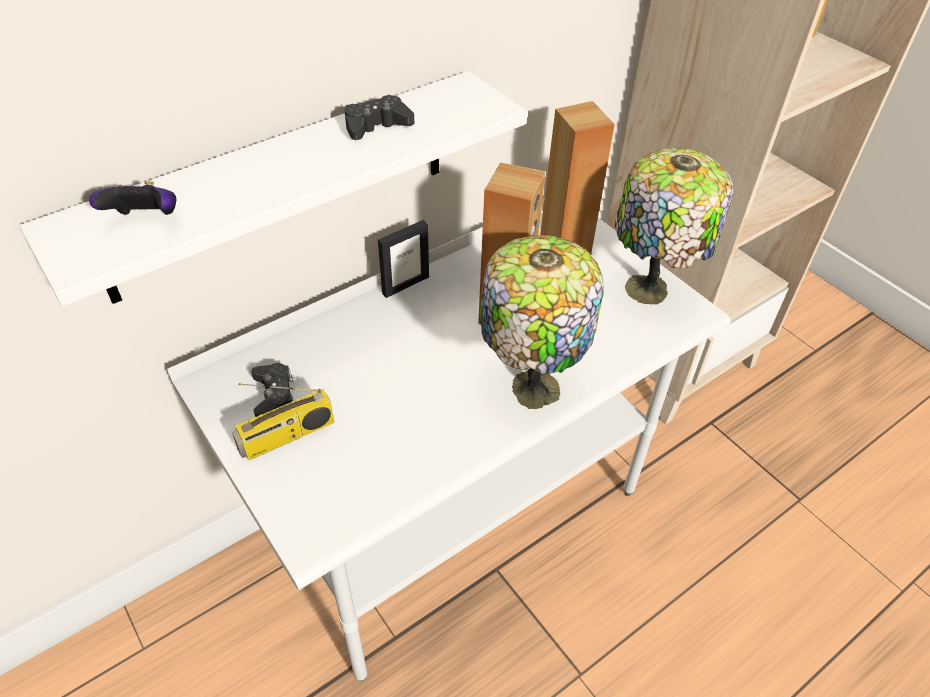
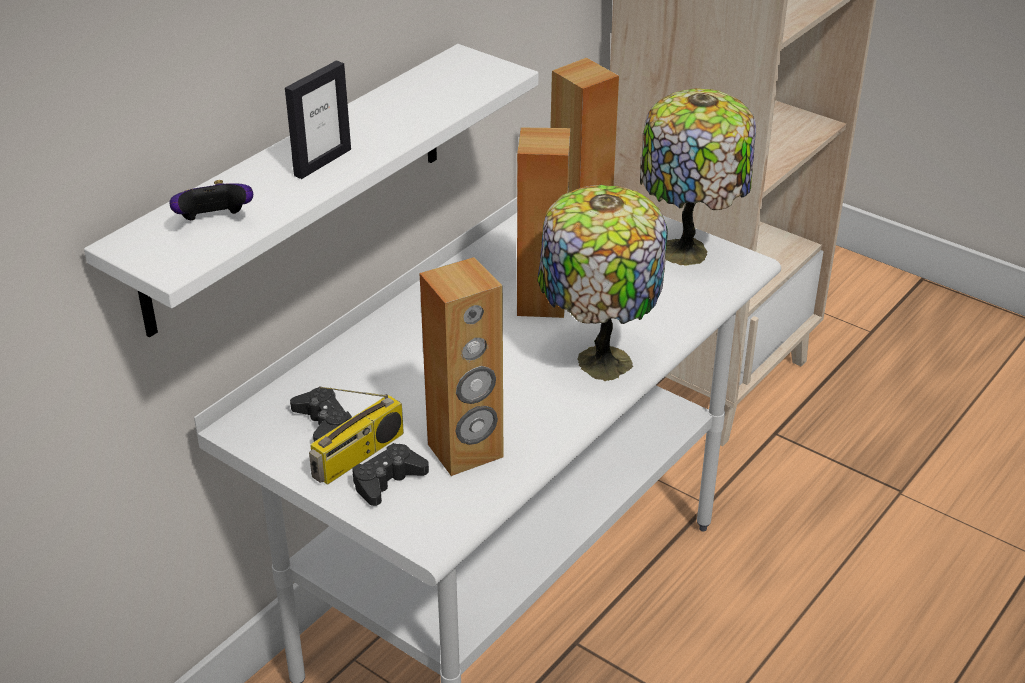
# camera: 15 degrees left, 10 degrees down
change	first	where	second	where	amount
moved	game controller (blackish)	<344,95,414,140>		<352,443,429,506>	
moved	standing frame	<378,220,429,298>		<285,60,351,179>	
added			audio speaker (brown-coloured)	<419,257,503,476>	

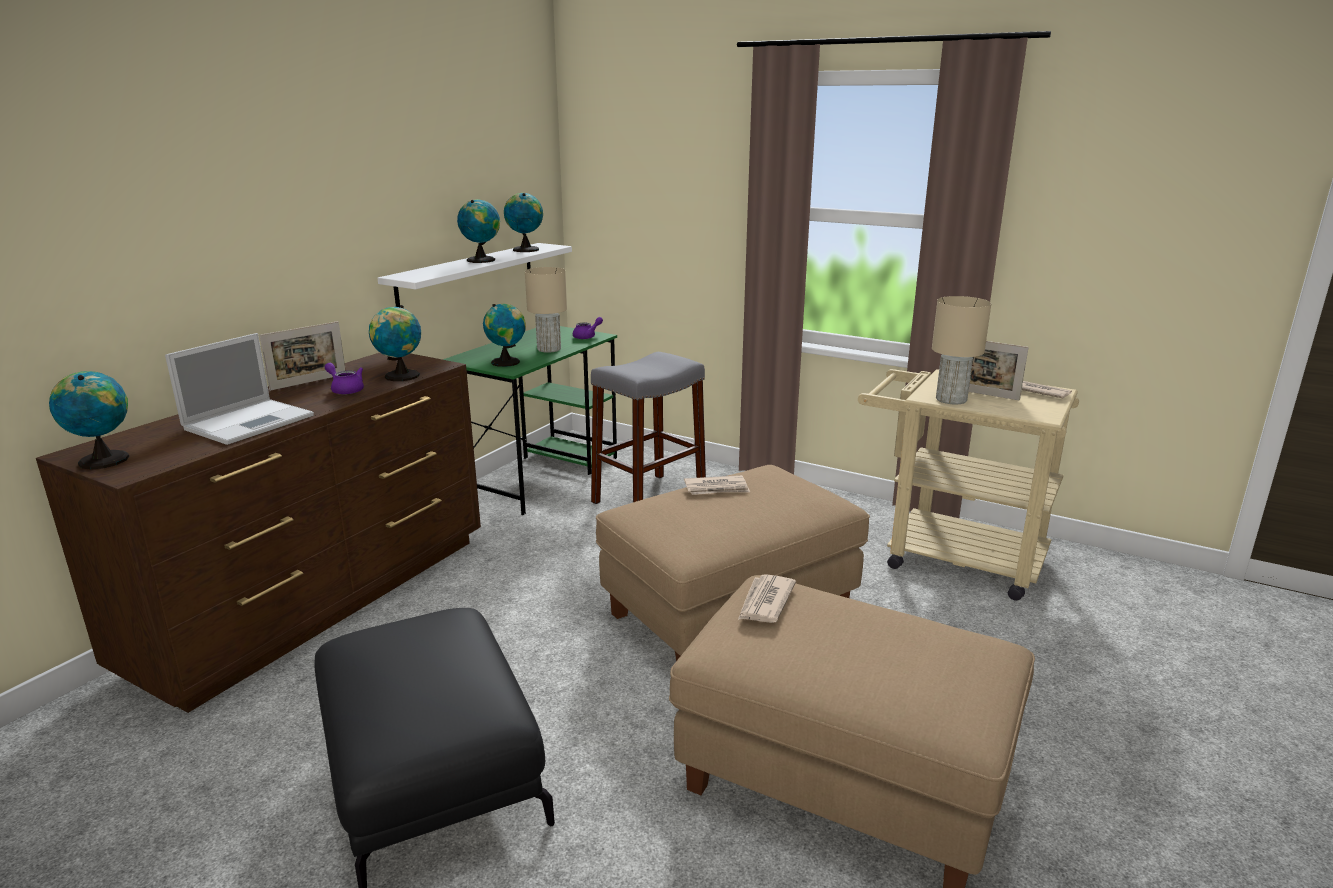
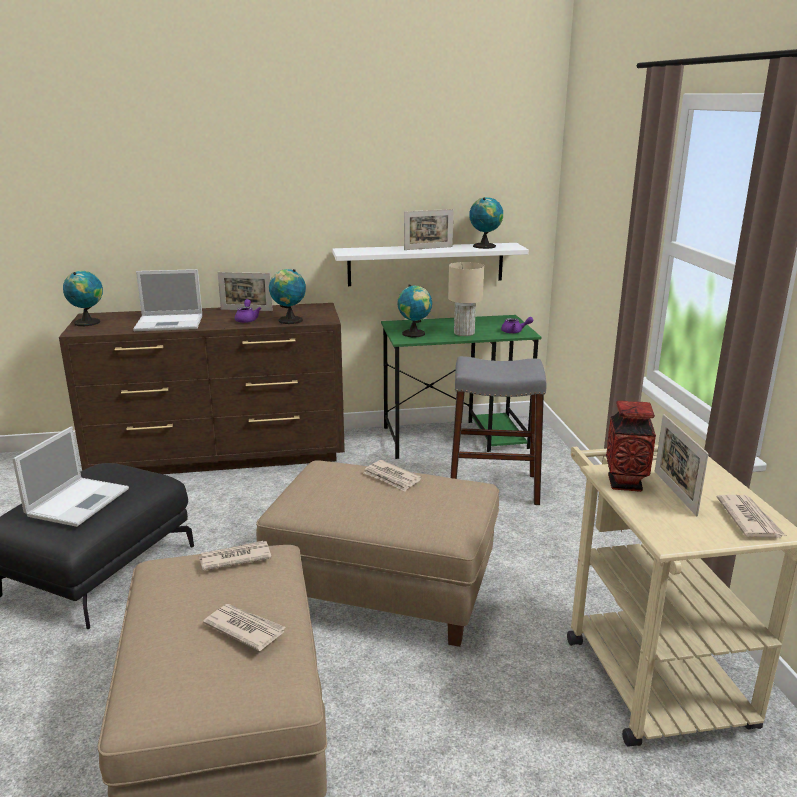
# camera: 50 degrees right, 0 degrees up
change	first	where	second	where	amount
replaced	desk globe	<457,199,500,263>	standing frame	<404,209,454,250>	
replaced	lamp for a table (beige)	<932,296,991,404>	vase	<606,401,656,492>	
added			portable computer	<12,426,129,527>	
added			newspaper	<203,604,286,651>	

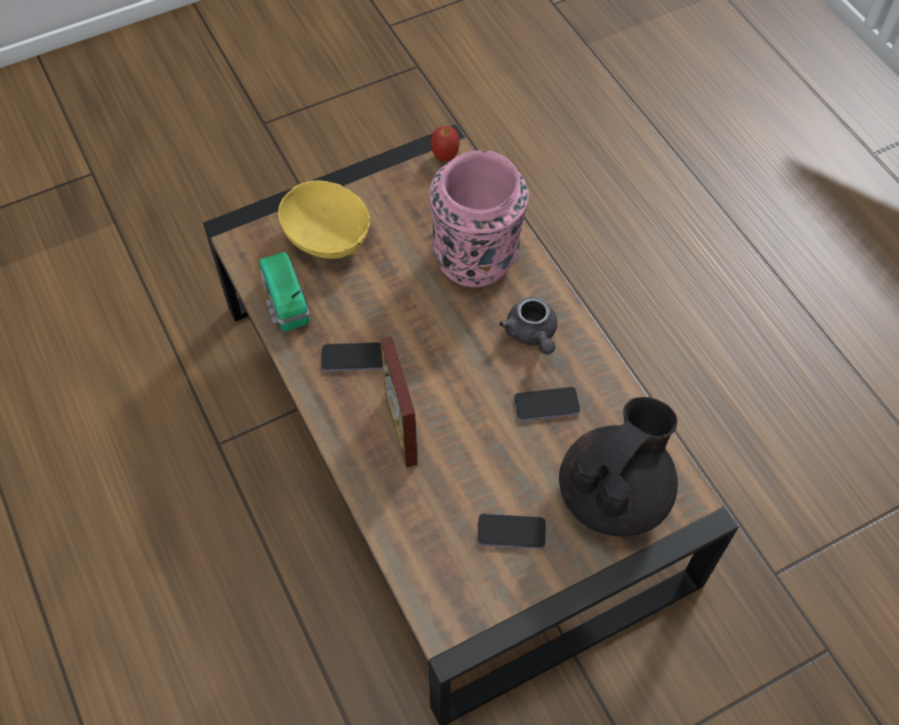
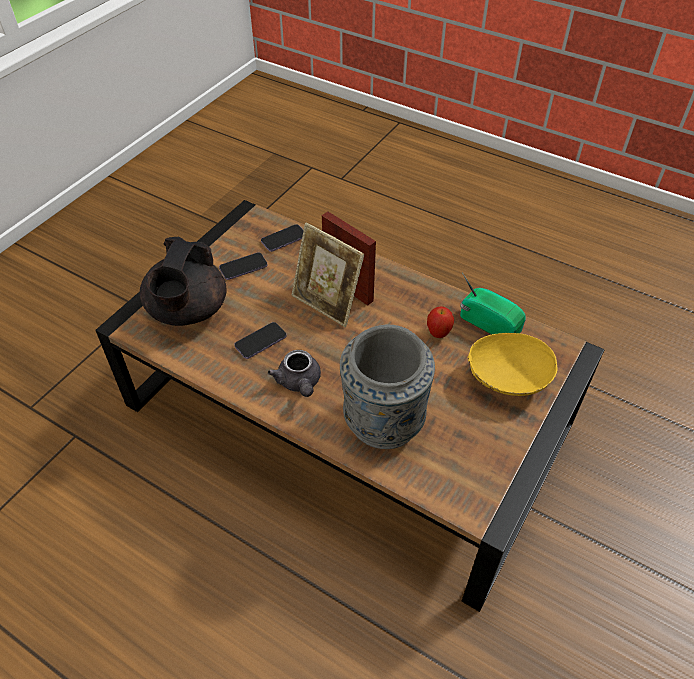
# camera: 150 degrees right, 10 degrees down
change	first	where	second	where	amount
moved	phone	<321,342,383,371>		<261,224,304,252>	
recoloured	vase (pink)	<429,150,529,287>	vase (greyish)	<340,325,435,449>	
moved	apple fruit	<430,126,460,161>		<427,306,454,338>	
turned	pot for tea (greyish)	<499,296,557,355>		<268,350,321,397>	150 degrees counterclockwise
added			standing frame	<292,223,364,327>	

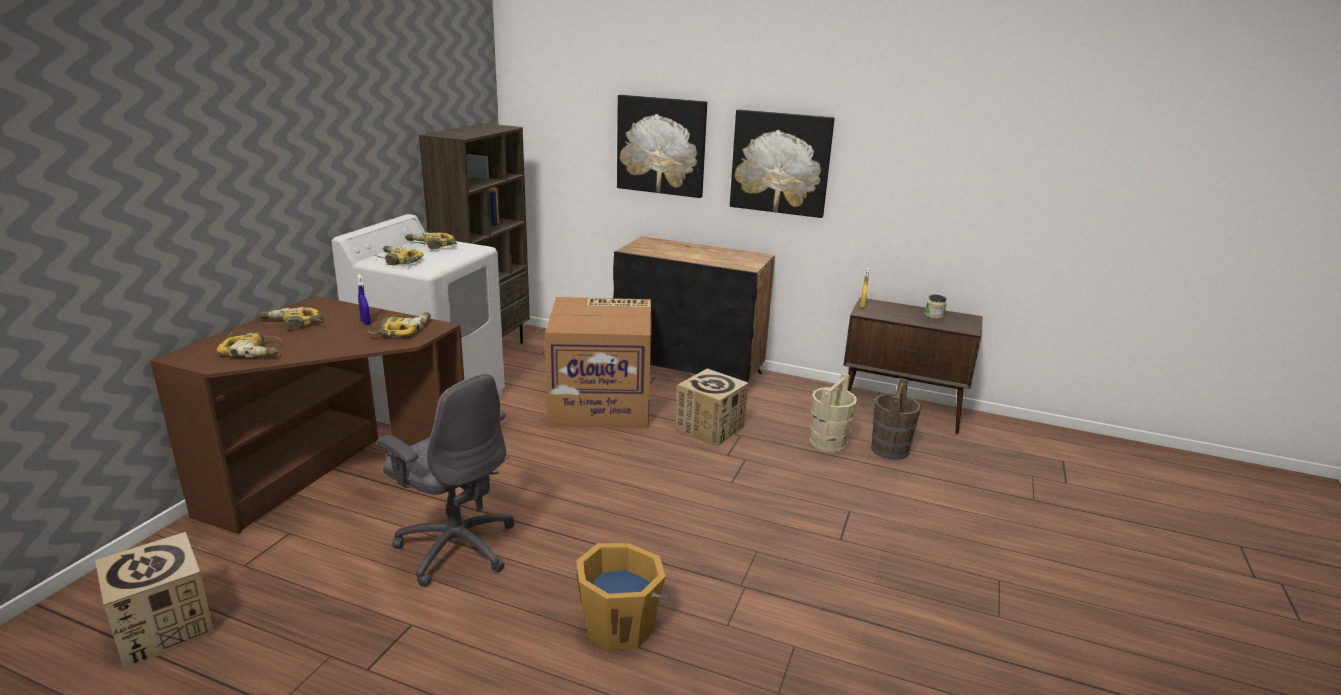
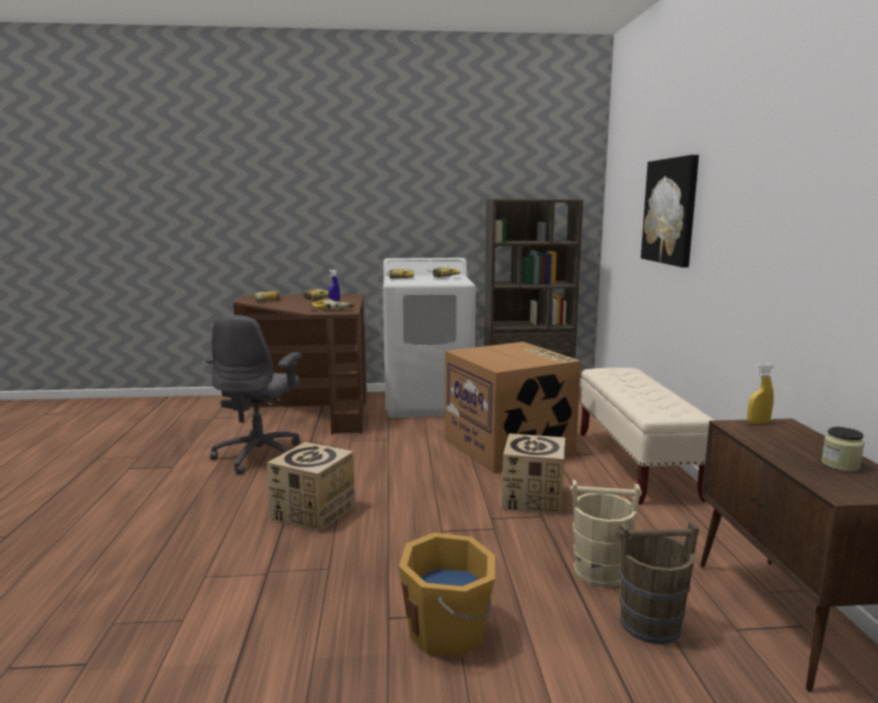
# camera: 65 degrees right, 10 degrees down
change	first	where	second	where	amount
moved	packing box	<95,532,214,669>		<267,442,355,532>	
moved	bucket (orange)	<576,543,669,651>		<399,533,495,657>	
replaced	storage cabinet (blackish)	<613,236,775,383>	indoor bench (beige)	<580,368,714,504>	
removed	wall art	<730,109,835,218>			

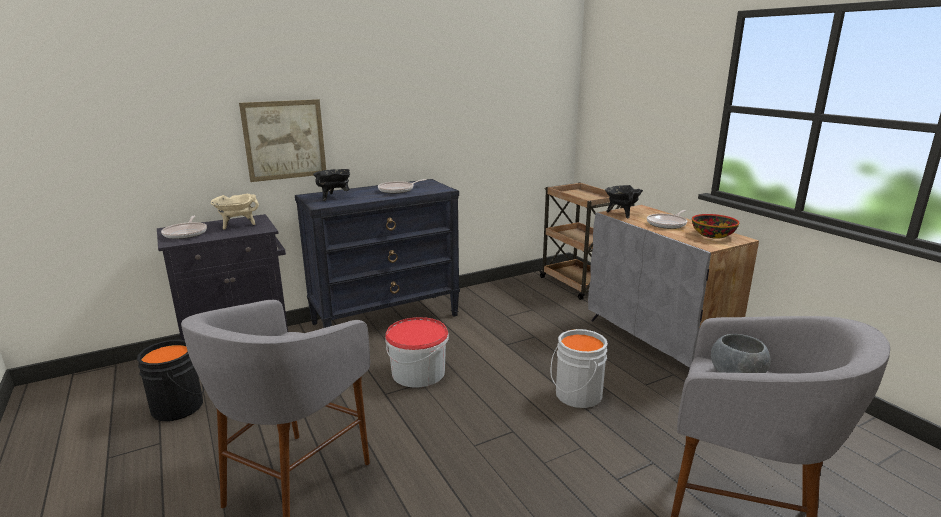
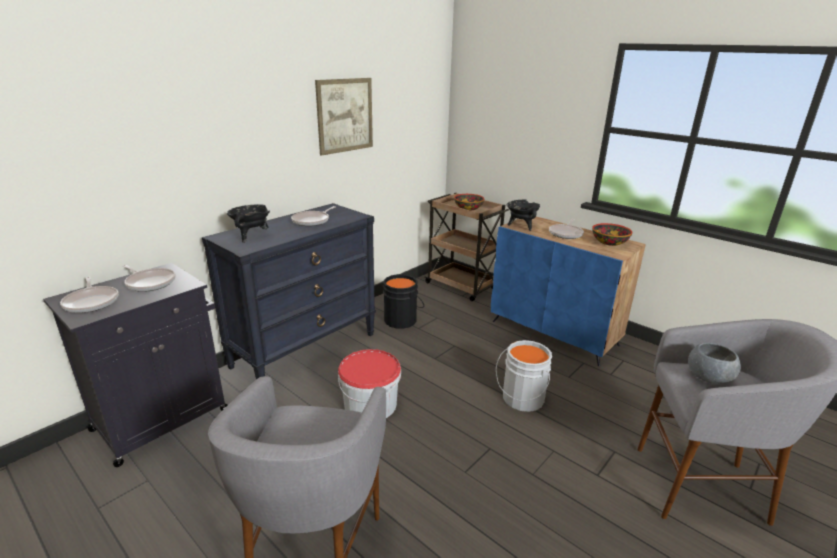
# camera: 20 degrees left, 5 degrees up
change	first	where	second	where	amount
moved	bucket (blackish)	<137,340,204,421>		<383,274,424,329>	
replaced	stockpot (beige)	<211,194,259,230>	frying pan	<122,265,176,292>	
moved	wall art	<239,99,326,182>		<315,78,373,156>	
recoloured	storage cabinet (greyish)	<588,205,759,369>	storage cabinet (blue)	<491,216,646,366>	
added			deep dish	<454,194,484,211>	

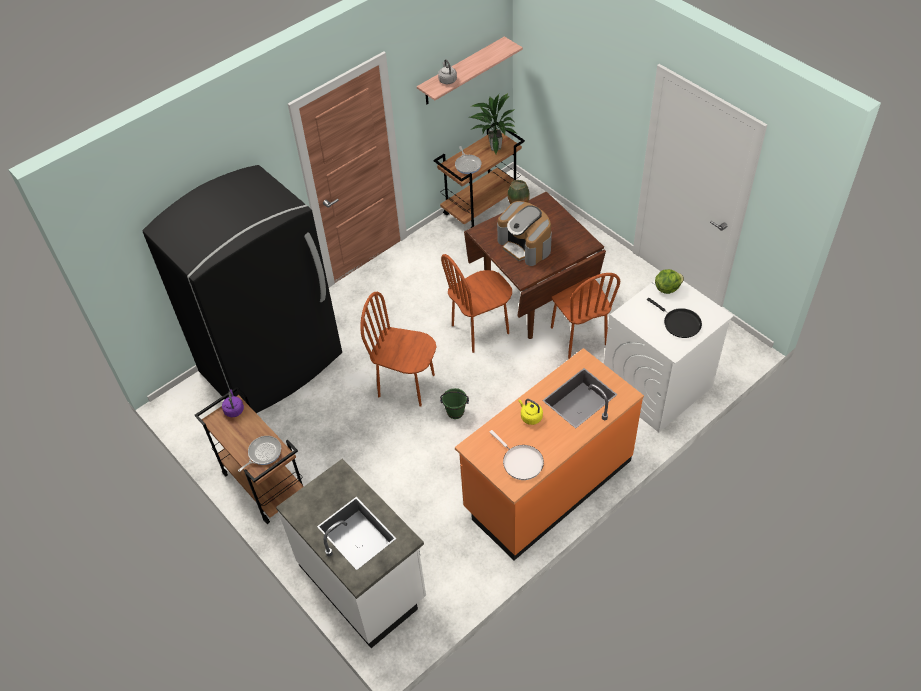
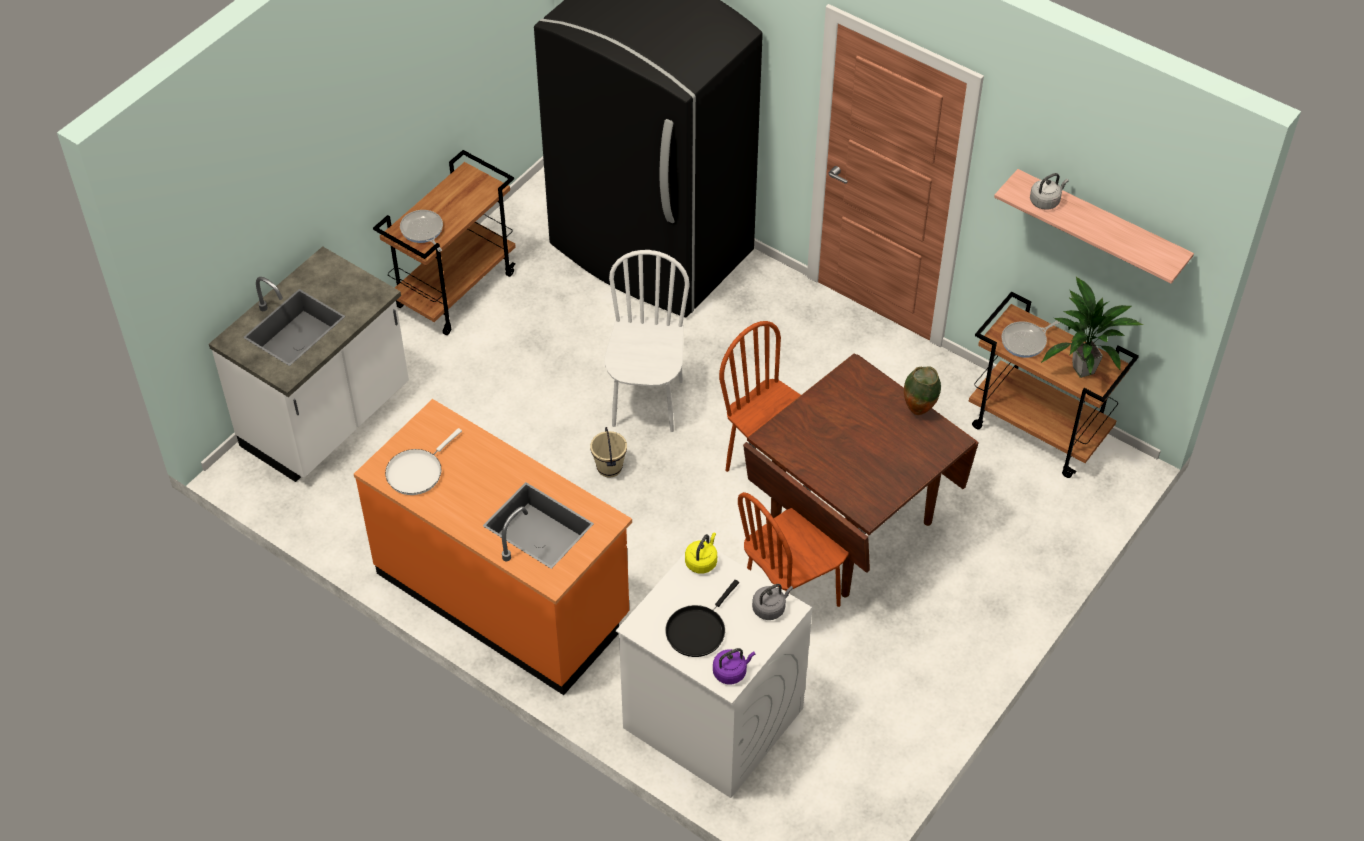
# camera: 75 degrees right, 0 degrees up
change	first	where	second	where	amount
moved	kettle (purple-coloured)	<222,389,244,417>		<713,648,755,684>	
turned	frying pan	<238,436,281,472>		<400,210,443,252>	150 degrees counterclockwise
recoloured	chair (brown-coloured)	<360,292,436,407>	chair (white)	<604,250,690,432>	
recoloured	bucket (green)	<440,388,469,419>	bucket (beige)	<590,427,627,477>	
removed	coffee maker	<497,201,552,266>			
moved	kettle (yellow-coloured)	<518,399,543,425>		<685,533,717,574>	
replaced	head of lettuce	<655,269,684,294>	kettle (greyish)	<752,584,793,620>	

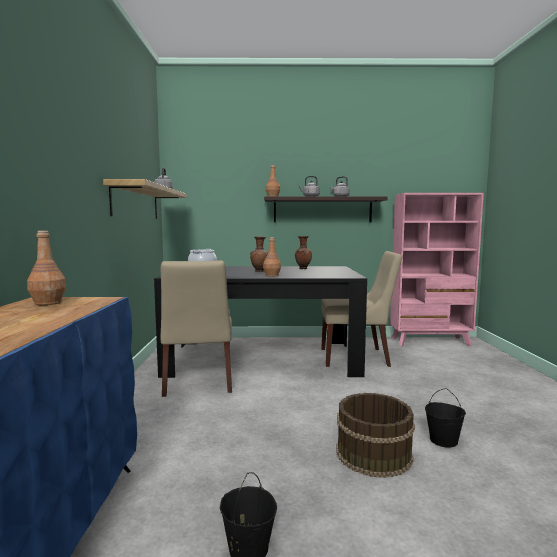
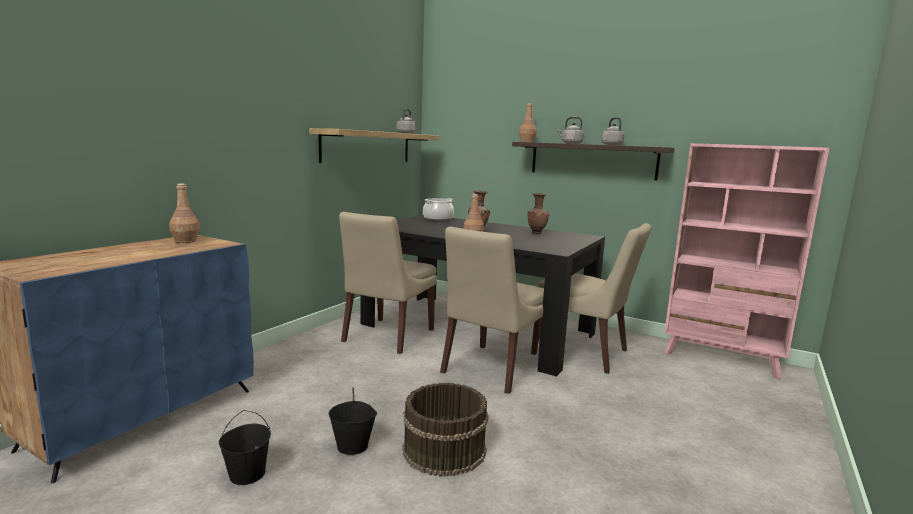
# camera: 30 degrees right, 5 degrees up
change	first	where	second	where	amount
moved	bucket (blackish)	<425,388,466,447>		<329,388,377,455>	
added			chair (beige)	<440,227,544,394>	

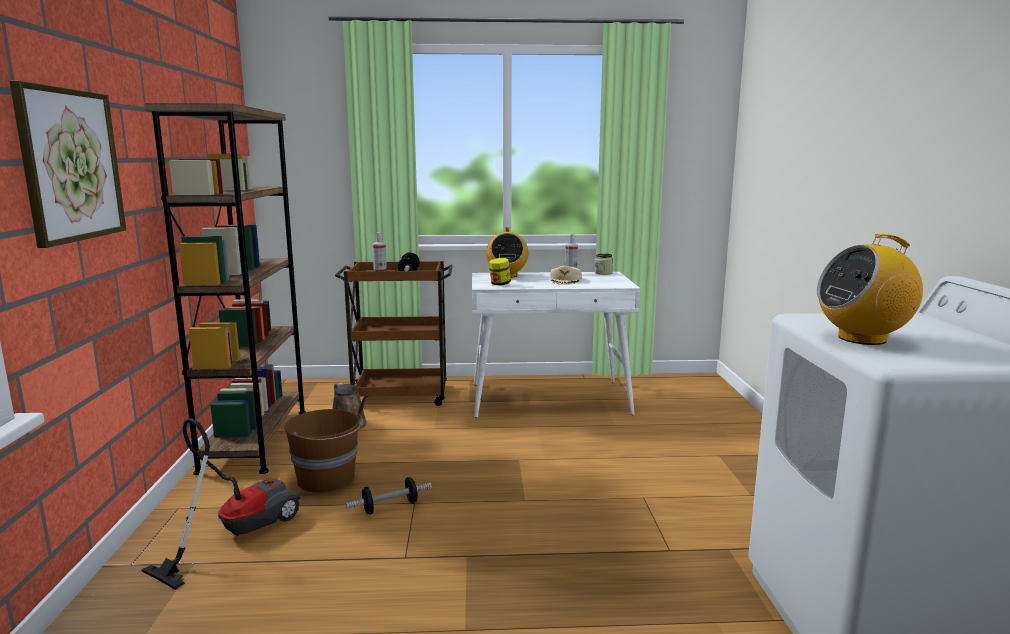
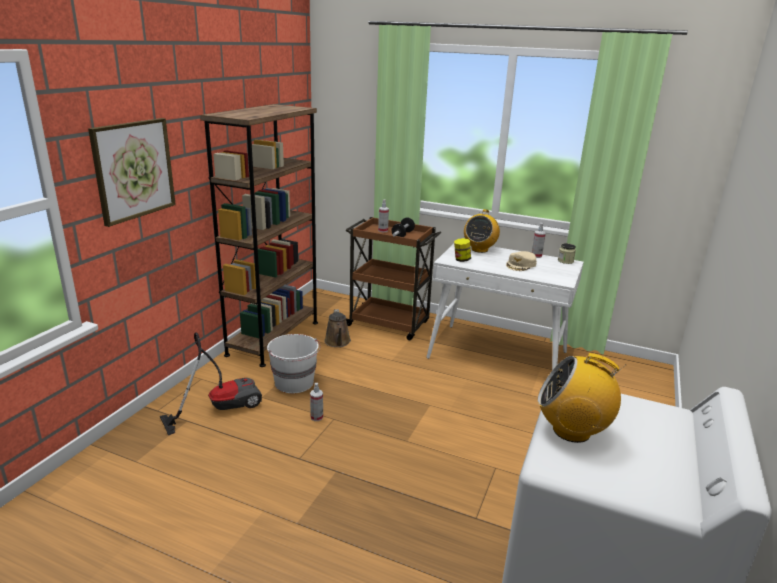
# camera: 25 degrees right, 10 degrees up
change	first	where	second	where	amount
recoloured	bucket (brown-coloured)	<284,409,363,493>	bucket (white)	<267,334,320,393>	
replaced	free weight	<345,477,432,514>	spray bottle	<310,383,323,421>	

